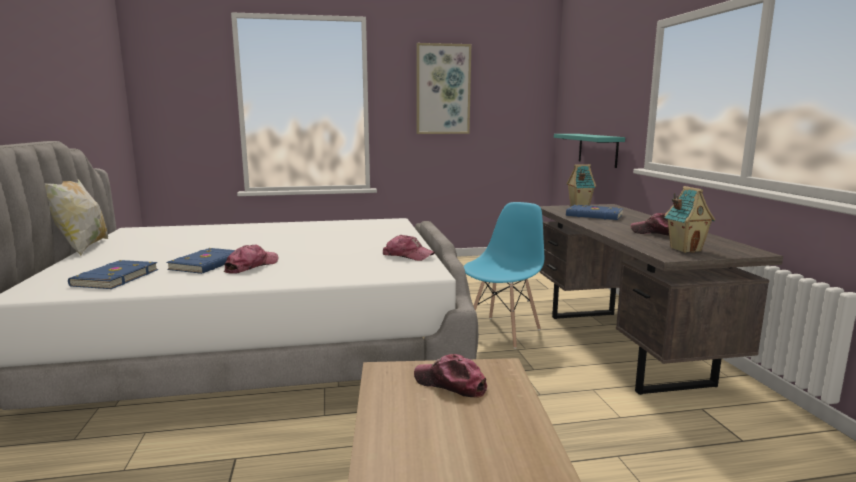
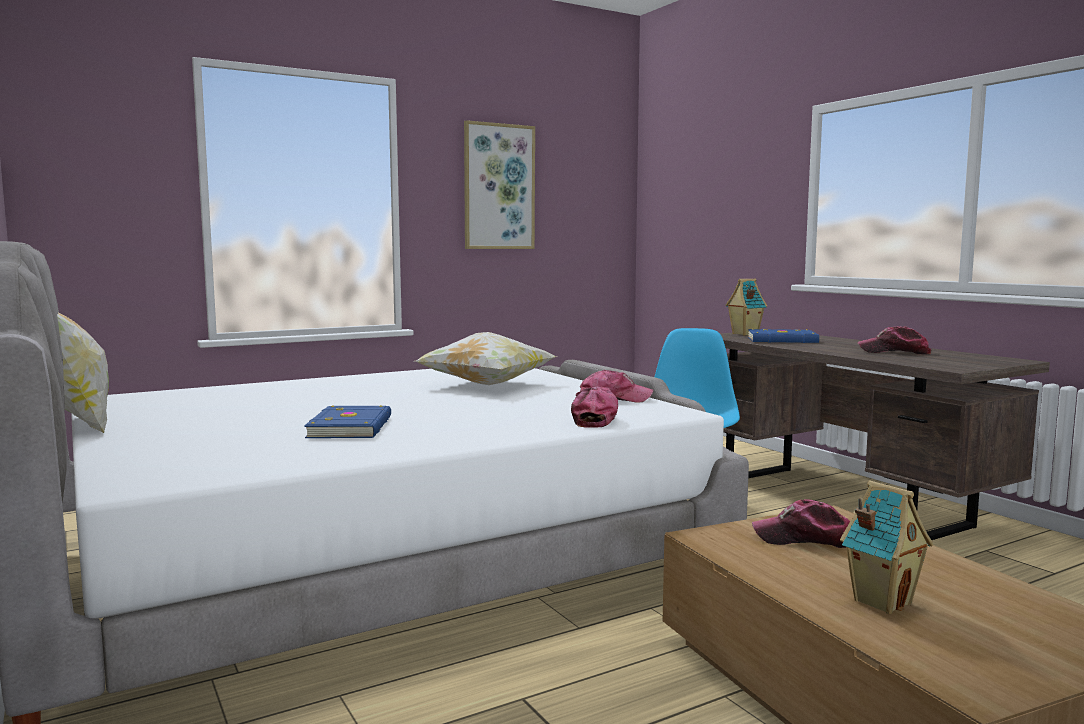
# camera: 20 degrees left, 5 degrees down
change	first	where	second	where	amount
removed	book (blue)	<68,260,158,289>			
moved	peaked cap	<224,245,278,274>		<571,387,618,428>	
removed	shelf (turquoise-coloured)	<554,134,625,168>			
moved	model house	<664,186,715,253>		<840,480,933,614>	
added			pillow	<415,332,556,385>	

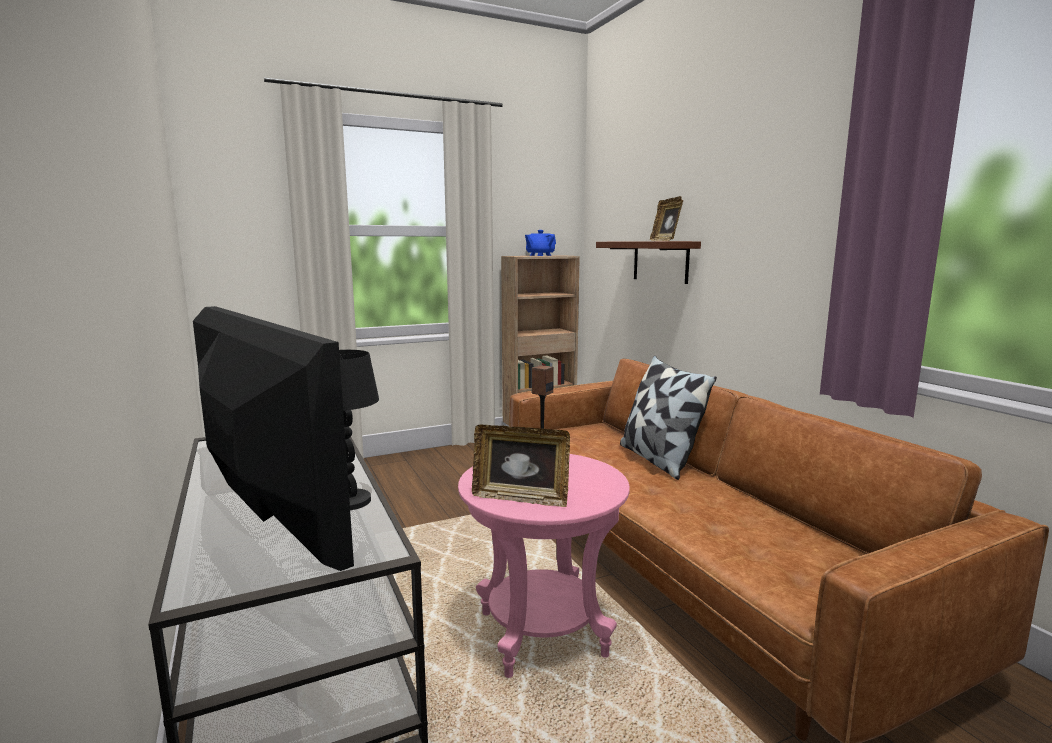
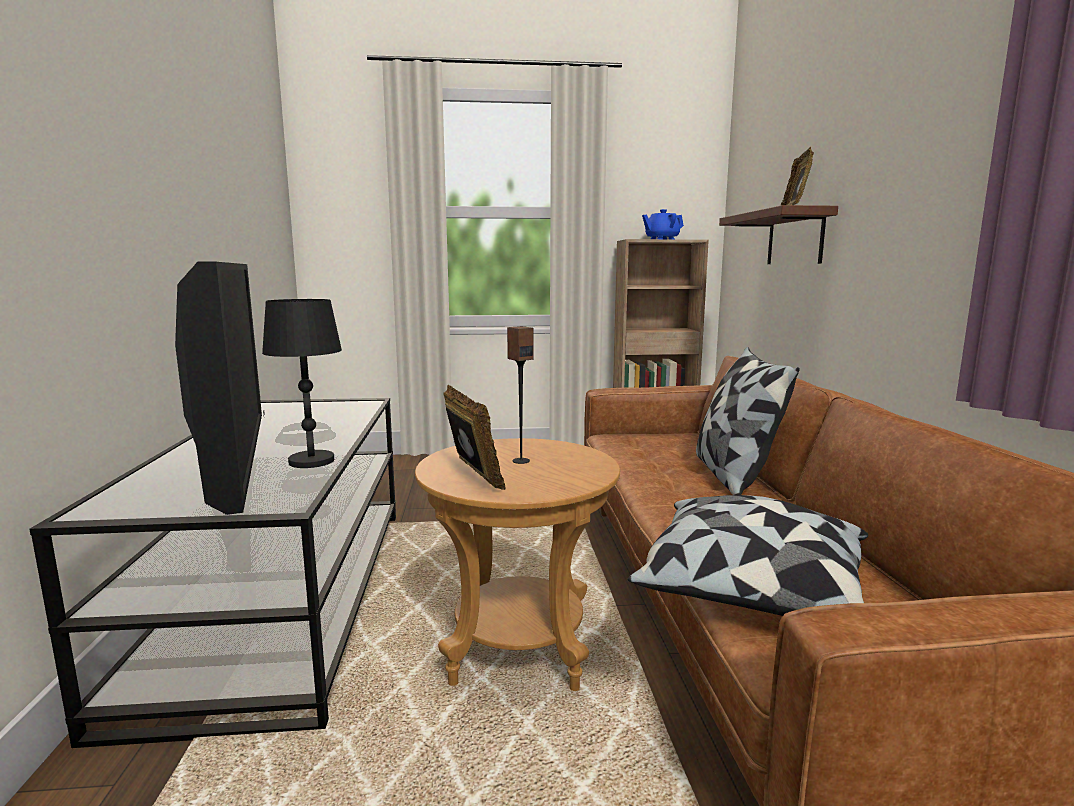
# camera: 20 degrees right, 0 degrees up
change	first	where	second	where	amount
recoloured	end table (pink)	<458,454,630,678>	end table (brown-coloured)	<415,438,620,691>	
turned	standing frame	<472,425,570,507>		<443,384,506,490>	150 degrees counterclockwise
added			pillow	<628,495,869,616>	

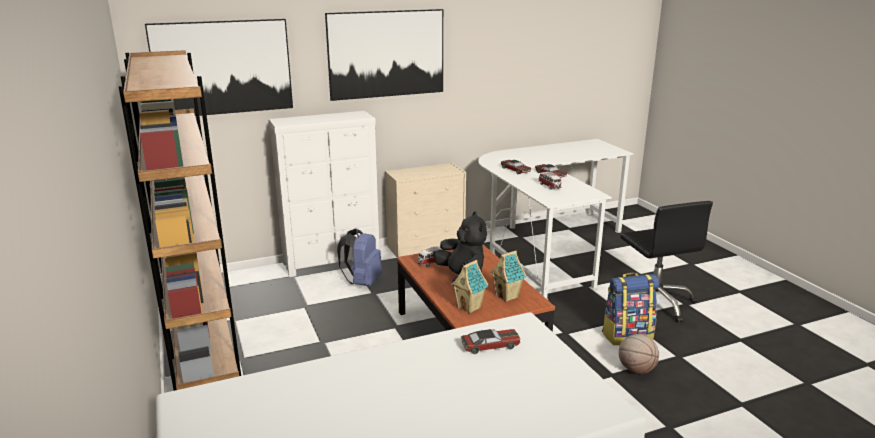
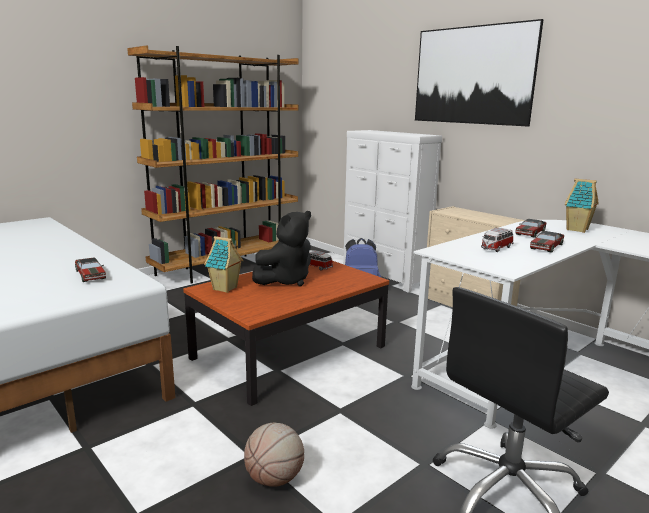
# camera: 70 degrees right, 5 degrees down
change	first	where	second	where	amount
removed	wall art	<145,19,293,116>			
moved	model house	<490,251,526,302>		<565,178,599,233>	
removed	knapsack	<602,273,659,345>			

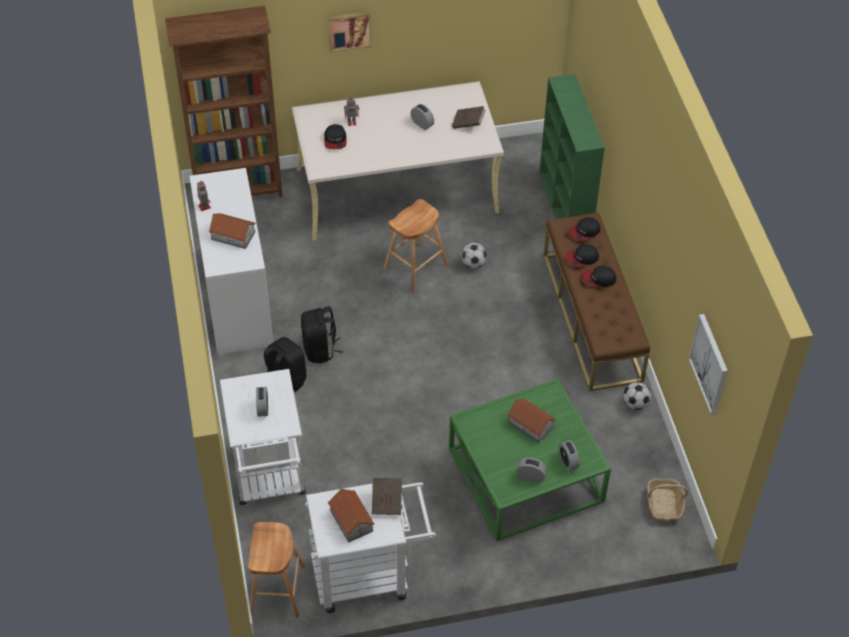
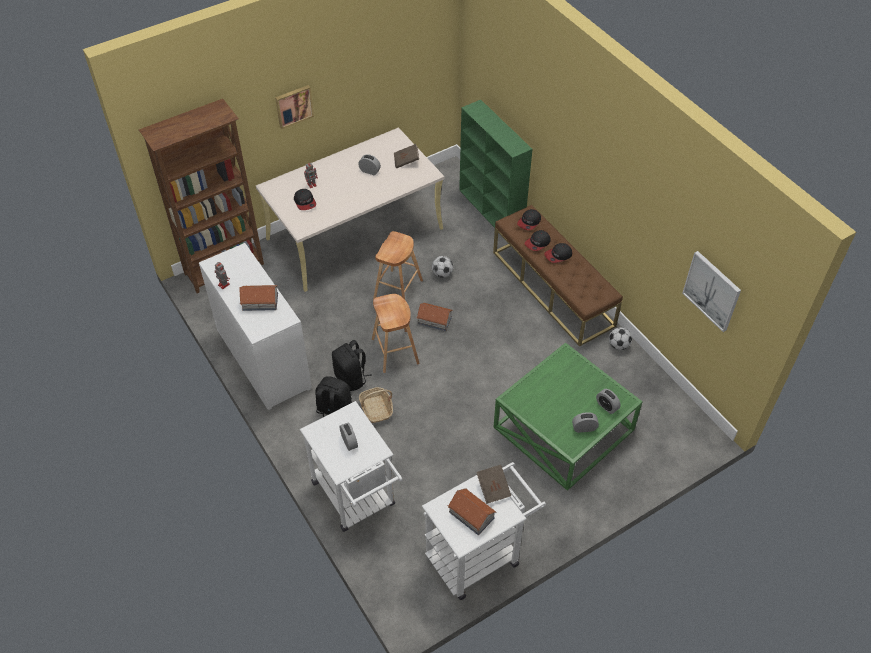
# camera: 20 degrees left, 0 degrees up
change	first	where	second	where	amount
moved	stool seat (brown-coloured)	<248,522,305,618>		<372,294,420,373>	
moved	model house	<507,398,556,443>		<416,303,453,331>	
moved	household basket	<647,479,688,521>		<359,387,393,423>	

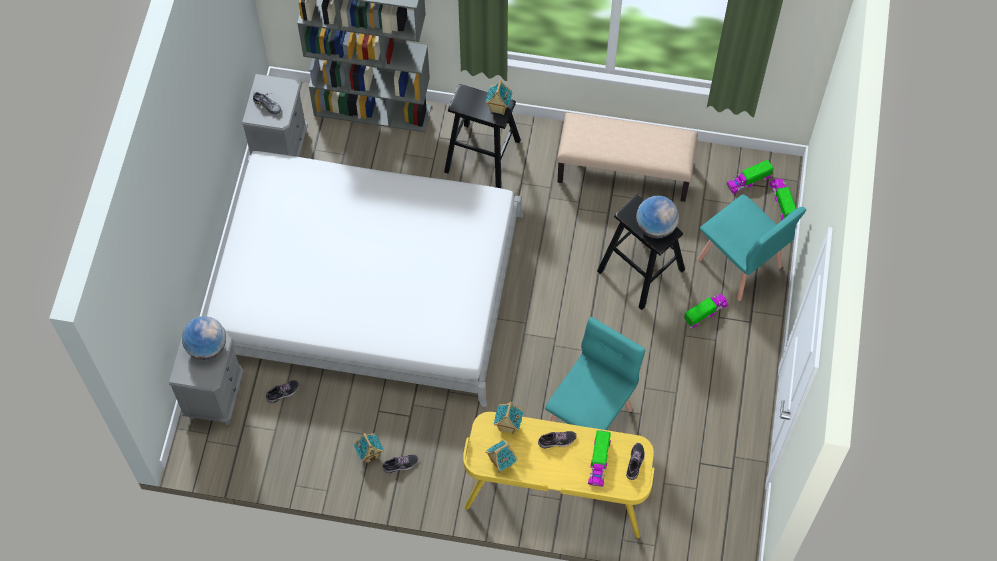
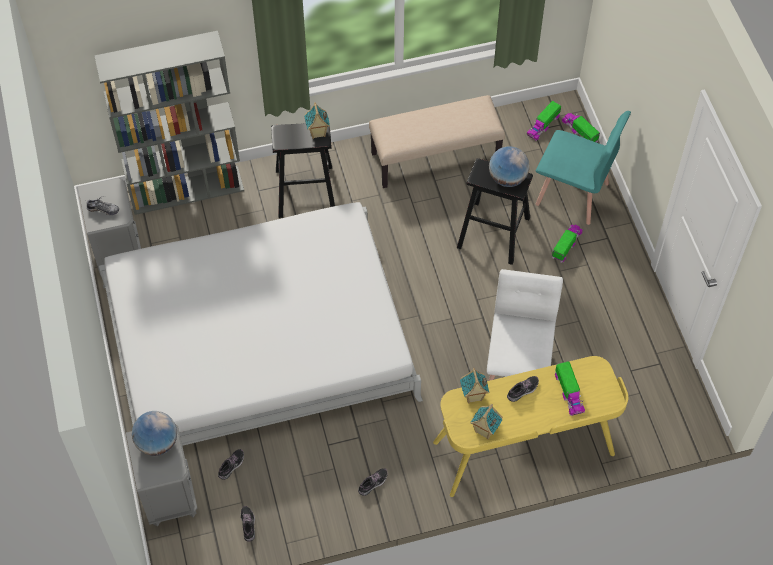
# camera: 25 degrees left, 5 degrees down
change	first	where	second	where	amount
removed	model house	<354,433,384,464>			
recoloured	chair (turquoise-coloured)	<545,317,645,430>	chair (white)	<487,269,563,381>	
moved	low shoe	<626,443,645,480>		<241,506,255,542>	

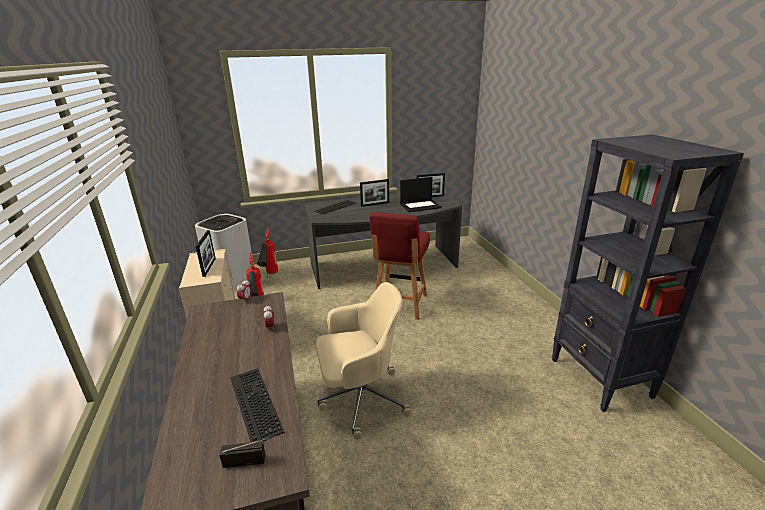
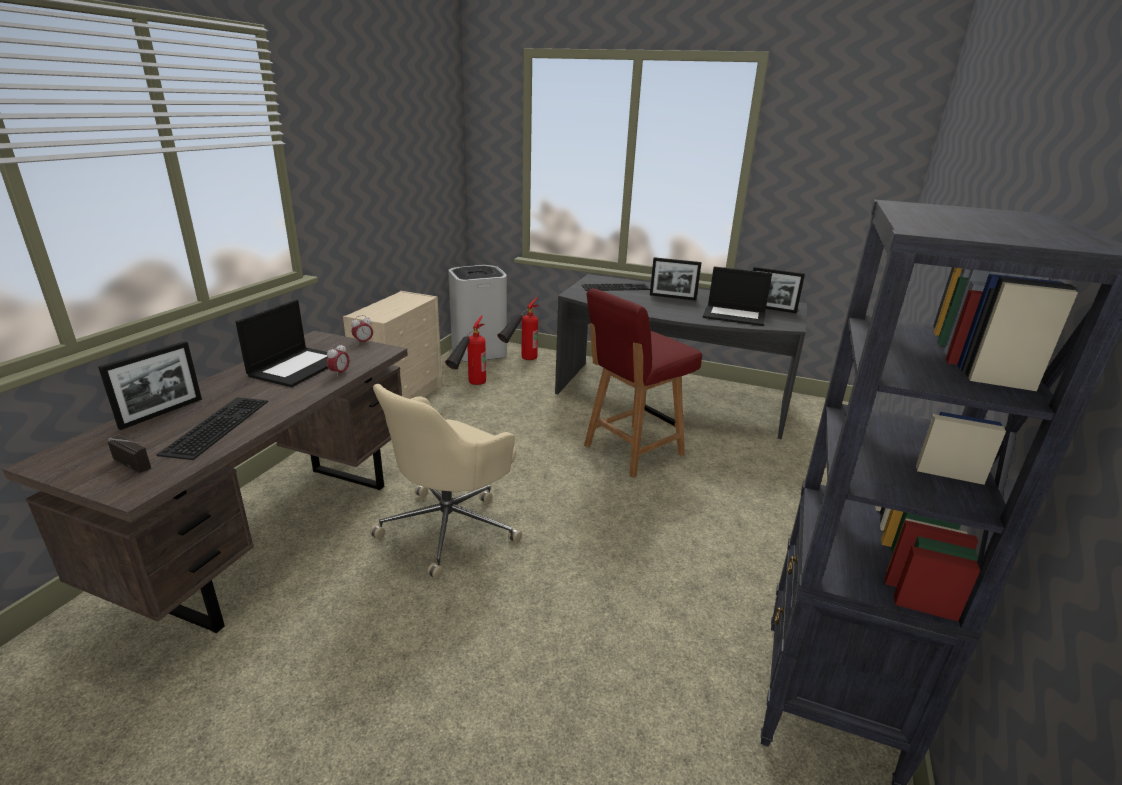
# camera: 35 degrees right, 0 degrees up
change	first	where	second	where	amount
moved	standing frame	<195,230,216,277>		<98,341,202,430>	
turned	office chair (beige)	<316,282,411,440>		<370,384,522,579>	105 degrees clockwise
added			portable computer	<235,300,328,387>	

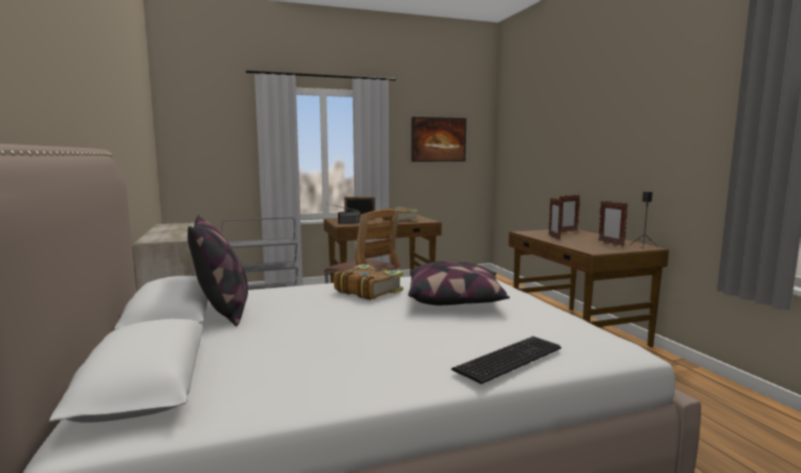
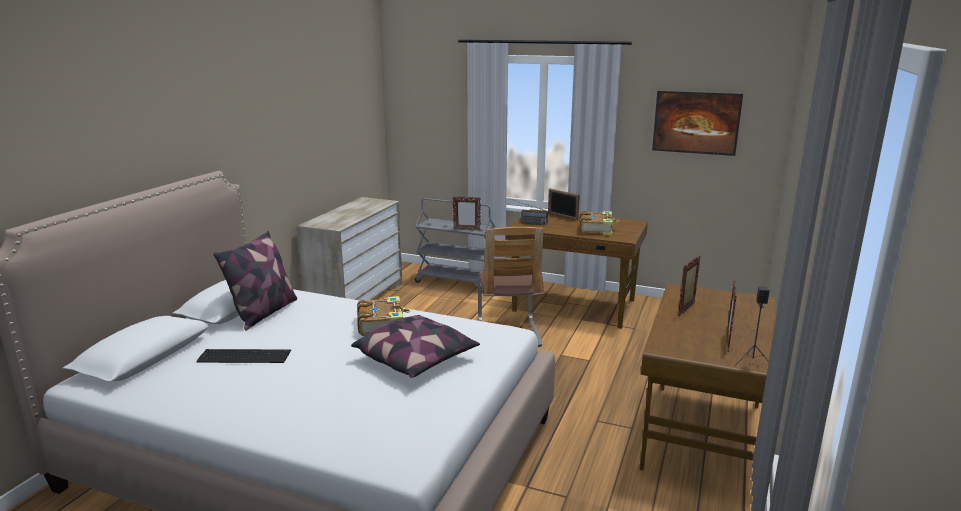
# camera: 40 degrees right, 10 degrees up
change	first	where	second	where	amount
moved	computer keyboard	<451,336,561,384>		<197,349,291,363>	
moved	standing frame	<559,195,580,232>		<453,196,481,231>	

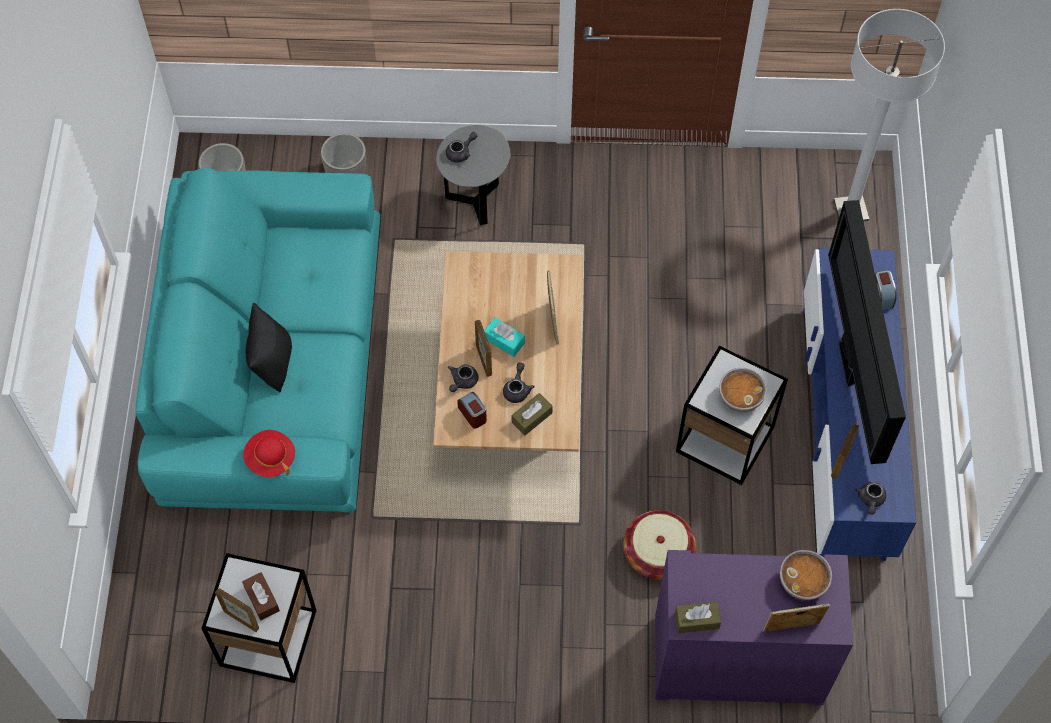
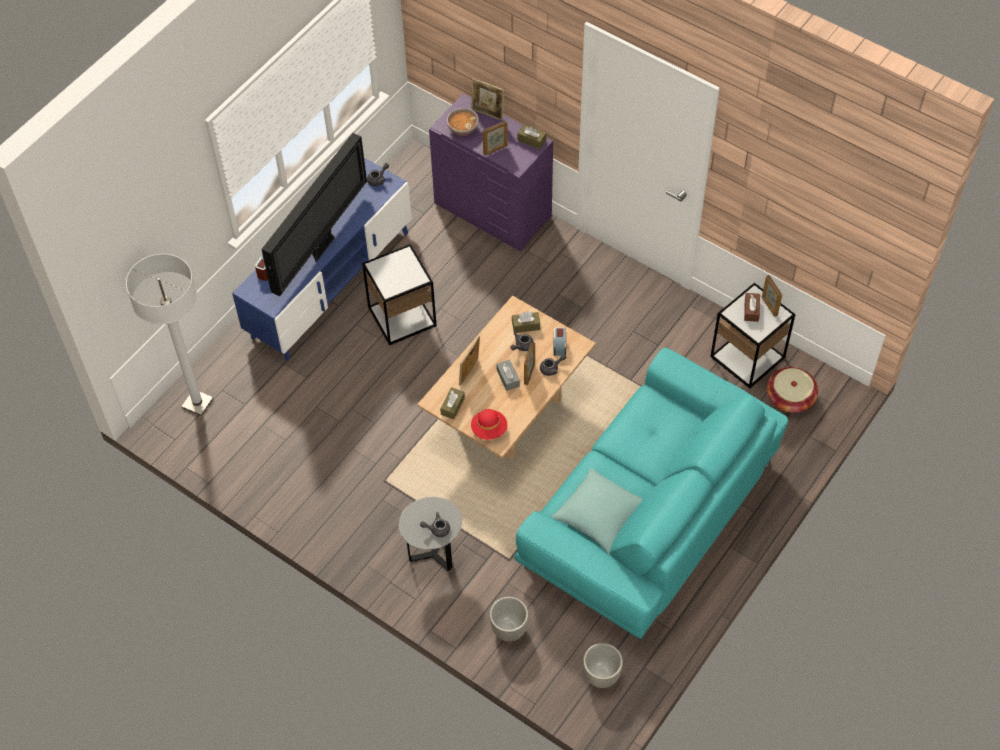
# camera: 145 degrees left, 5 degrees down
change	first	where	second	where	amount
moved	hat (red)	<243,430,295,477>		<471,409,507,440>	
removed	pillow (blackish)	<246,303,292,393>			
recoloured	tissue box (turquoise-coloured)	<484,318,525,357>	tissue box (greyish)	<496,359,520,391>	
moved	household basket	<623,510,696,580>		<767,367,818,413>	
removed	deep dish	<719,368,767,412>			
moved	standing frame	<831,424,859,479>		<483,120,508,155>	
added			tissue box (brown-coloured)	<440,387,465,419>	
added			pillow (turquoise-coloured)	<551,468,643,555>	

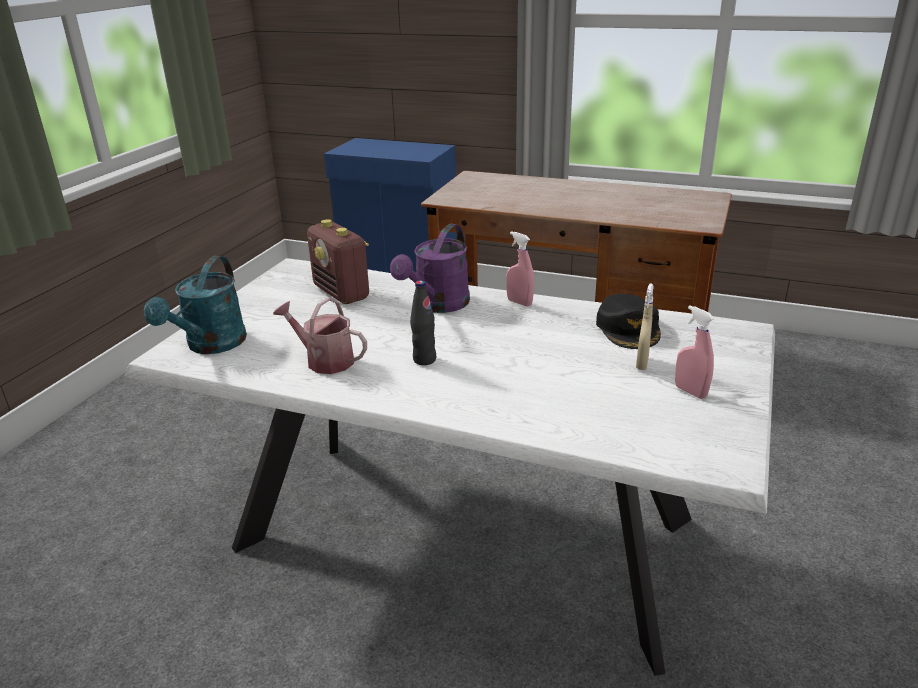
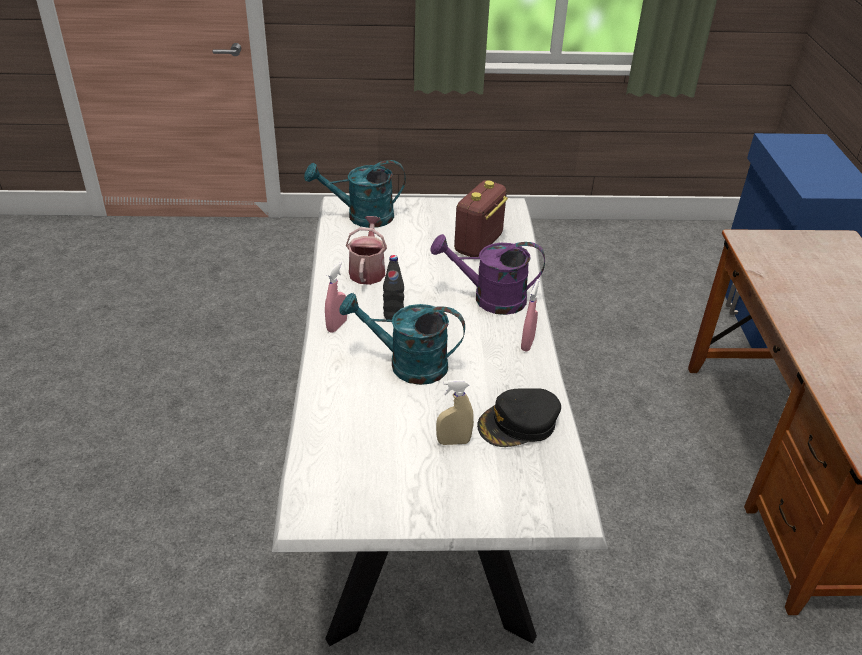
# camera: 65 degrees right, 10 degrees up
change	first	where	second	where	amount
moved	spray bottle (pink)	<675,305,715,399>		<325,262,347,333>	
added			watering can (turquoise-coloured)	<339,293,465,385>	

